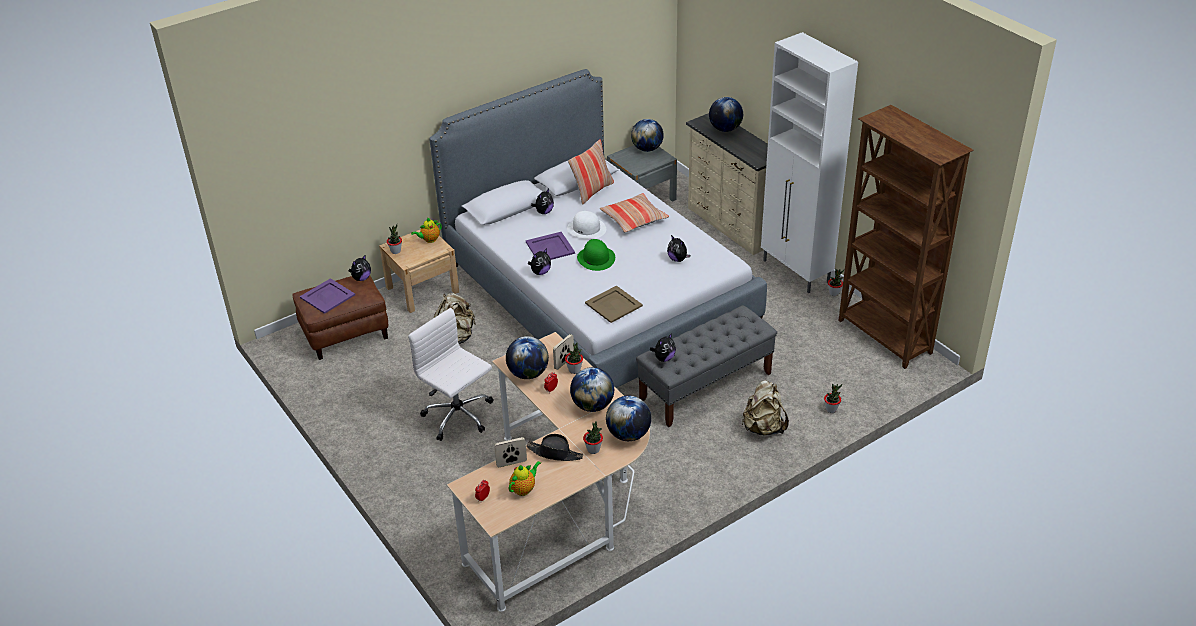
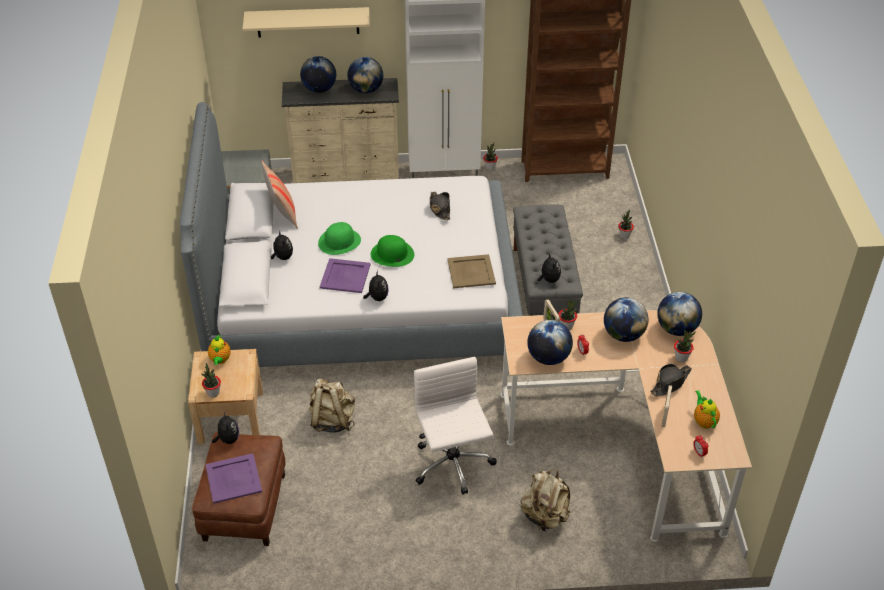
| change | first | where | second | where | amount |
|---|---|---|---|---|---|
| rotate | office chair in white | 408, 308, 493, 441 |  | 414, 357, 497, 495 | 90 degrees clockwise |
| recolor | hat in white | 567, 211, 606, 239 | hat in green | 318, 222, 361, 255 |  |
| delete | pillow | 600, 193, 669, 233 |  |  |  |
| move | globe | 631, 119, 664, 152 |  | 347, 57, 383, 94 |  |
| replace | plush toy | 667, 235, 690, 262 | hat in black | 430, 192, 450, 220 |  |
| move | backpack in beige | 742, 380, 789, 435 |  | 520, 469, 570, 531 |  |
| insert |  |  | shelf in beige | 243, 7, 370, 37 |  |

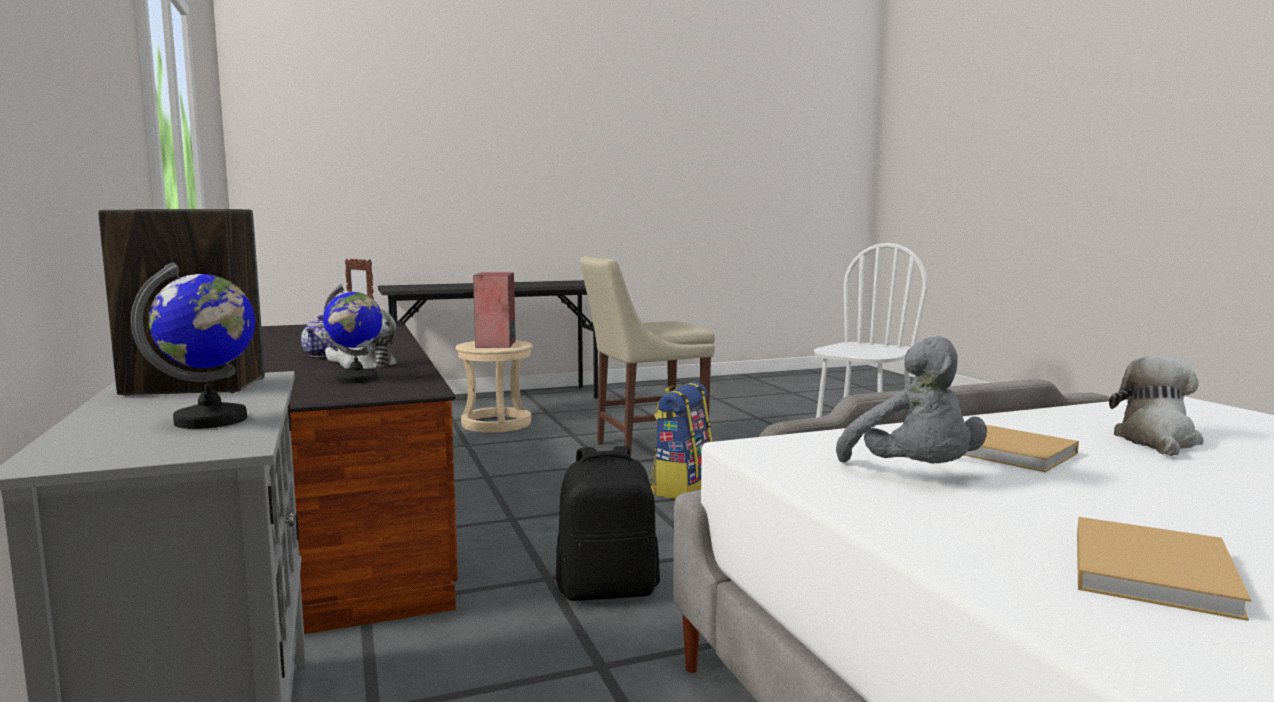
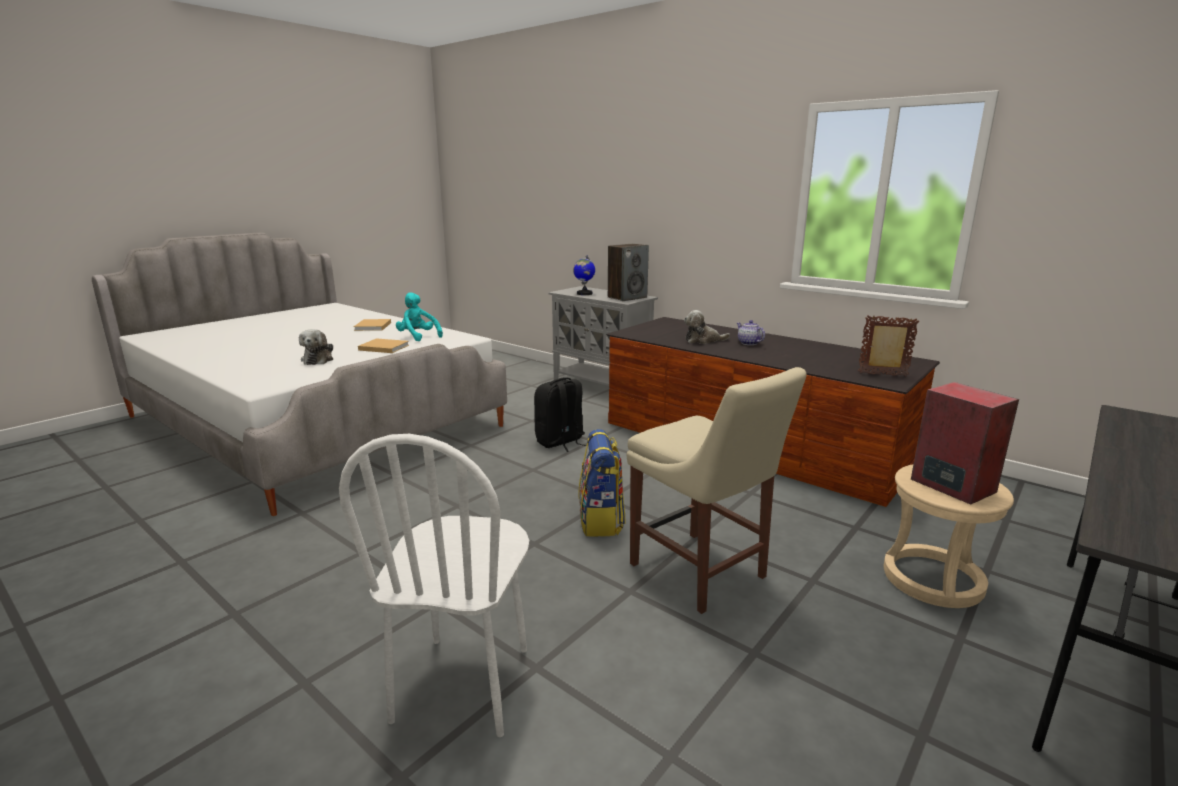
| change | first | where | second | where | amount |
|---|---|---|---|---|---|
| delete | globe | 323, 284, 383, 383 |  |  |  |
| rotate | chair in beige | 580, 256, 715, 457 |  | 627, 367, 807, 614 | 105 degrees clockwise |
| recolor | plush toy in grey | 836, 336, 987, 464 | plush toy in turquoise | 396, 292, 443, 341 |  |

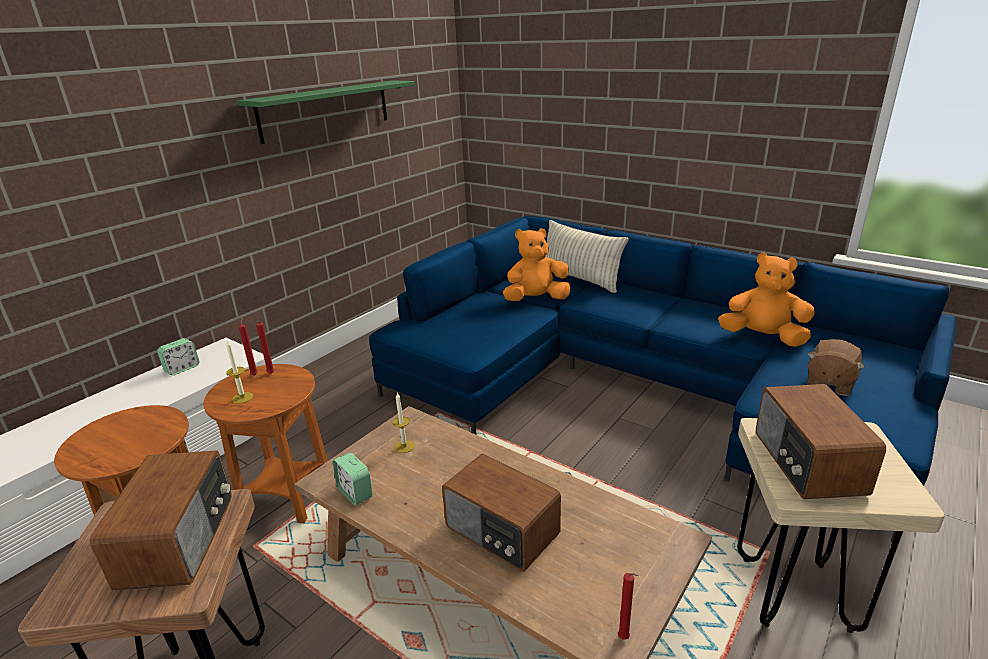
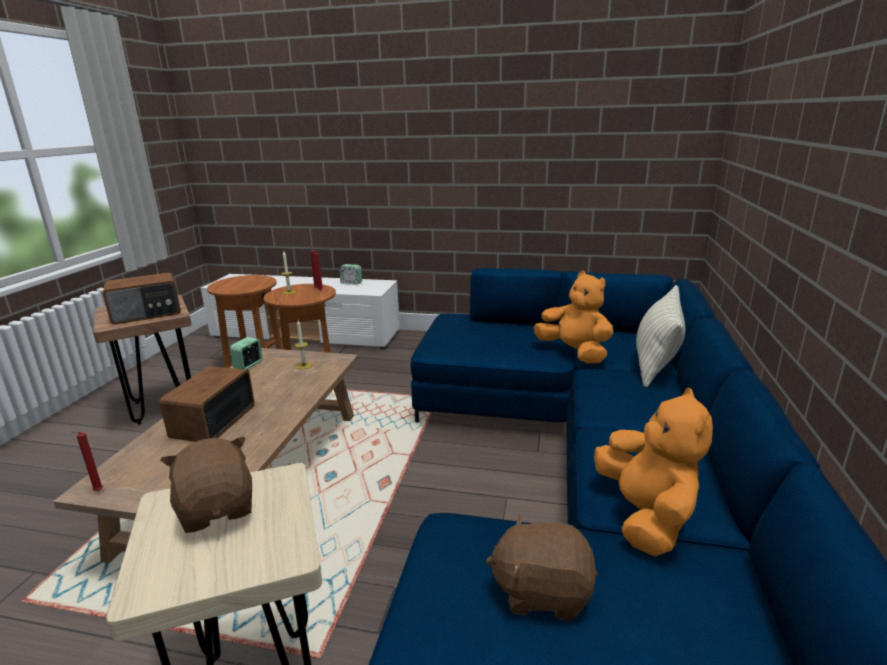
| change | first | where | second | where | amount |
|---|---|---|---|---|---|
| delete | shelf in green | 237, 80, 415, 144 |  |  |  |
| replace | radio | 756, 384, 886, 499 | plush toy in brown | 161, 436, 252, 533 |  |

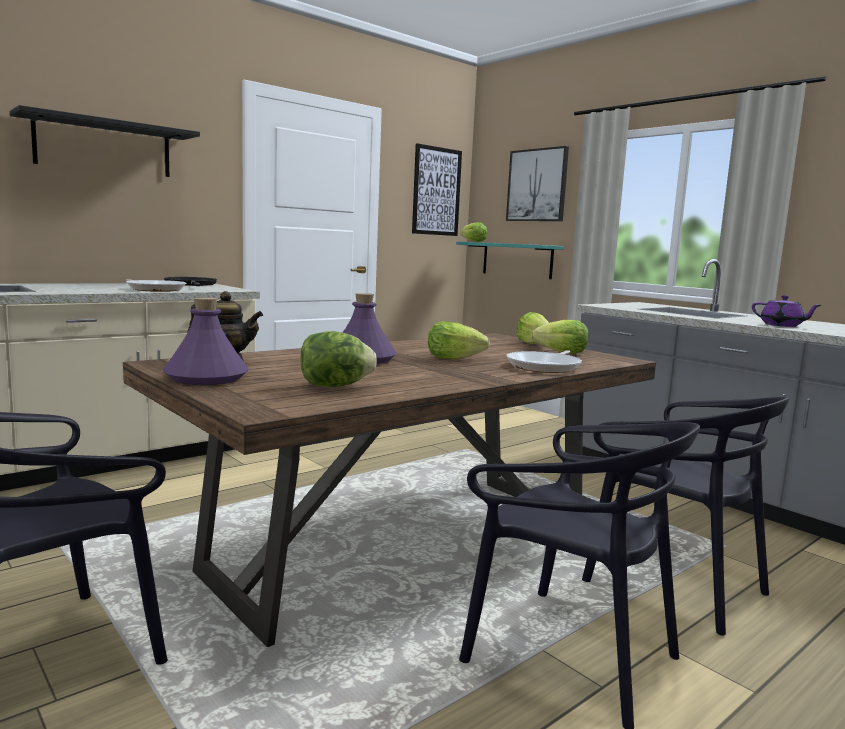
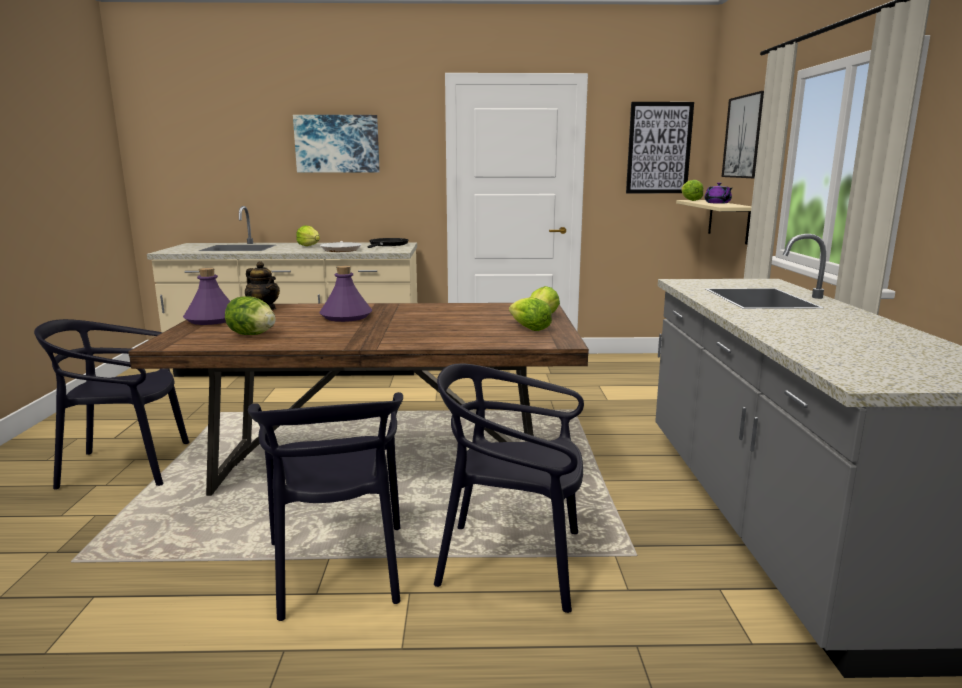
| change | first | where | second | where | amount |
|---|---|---|---|---|---|
| replace | shelf in black | 9, 105, 200, 177 | picture | 293, 115, 380, 173 |  |
| move | lettuce | 428, 321, 490, 359 |  | 296, 225, 320, 246 |  |
| recolor | shelf in turquoise | 456, 242, 564, 279 | shelf in beige | 676, 200, 752, 244 |  |
| delete | frying pan | 506, 350, 582, 373 |  |  |  |
| rotate | chair in black | 582, 397, 790, 636 |  | 434, 364, 584, 613 | 105 degrees clockwise |
| move | teapot in purple | 752, 295, 821, 327 |  | 704, 183, 732, 204 |  |

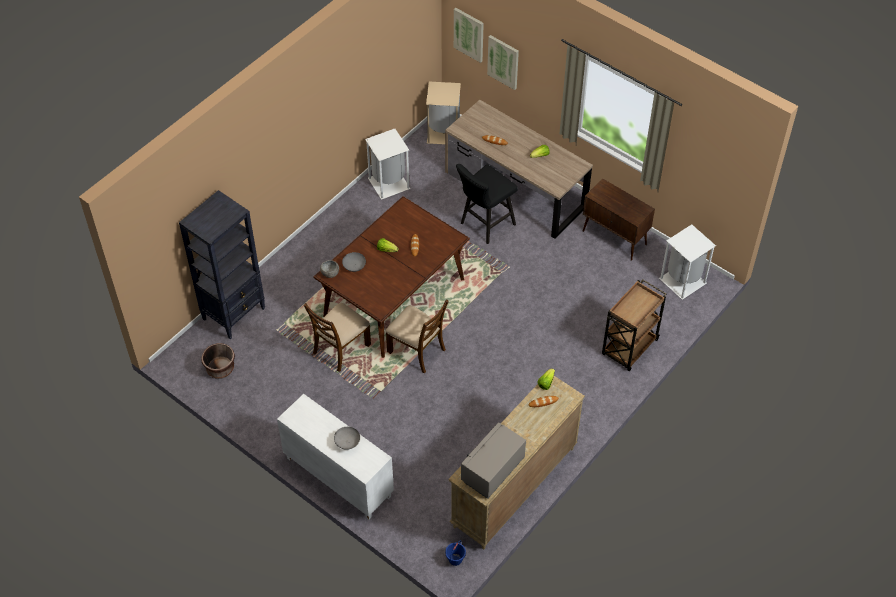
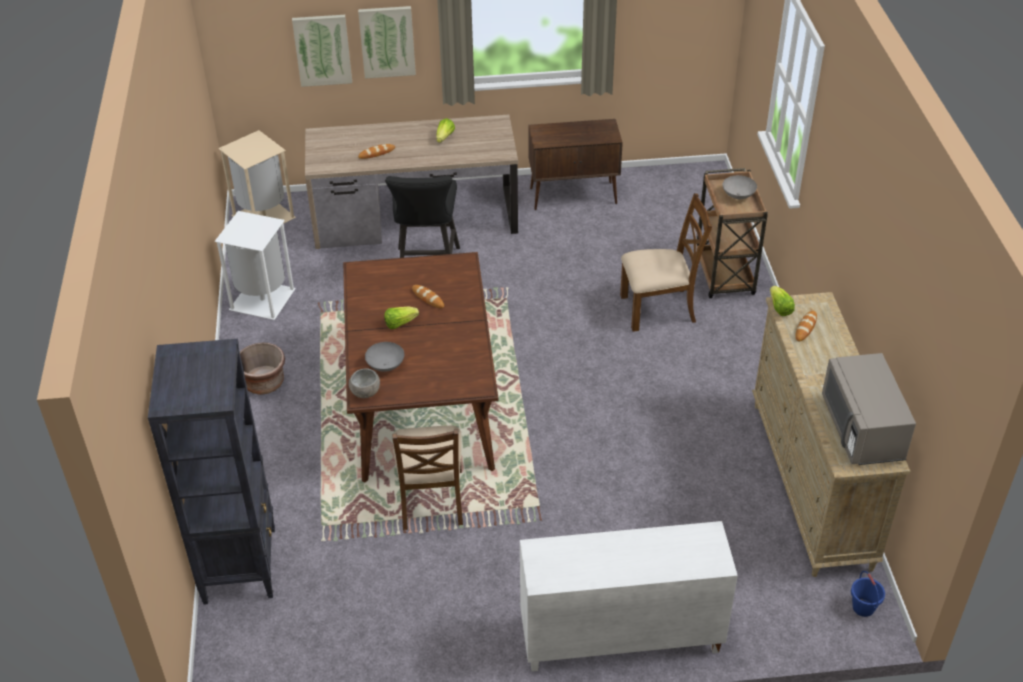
| change | first | where | second | where | amount |
|---|---|---|---|---|---|
| move | planter in brown | 201, 343, 235, 379 |  | 240, 343, 285, 395 |  |
| move | bowl in grey | 334, 427, 360, 450 |  | 722, 175, 757, 199 |  |
| move | chair in brown | 386, 299, 449, 373 |  | 620, 193, 712, 332 |  |
| move | picture | 454, 8, 484, 63 |  | 358, 6, 416, 79 |  |
| delete | trash can in white | 659, 224, 716, 300 |  |  |  |

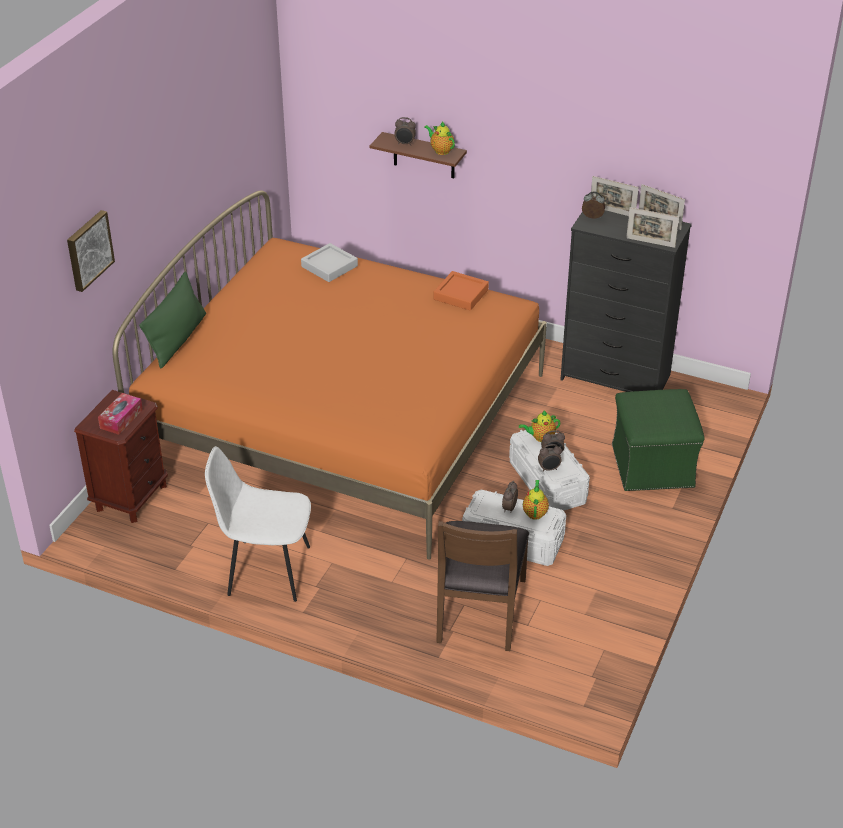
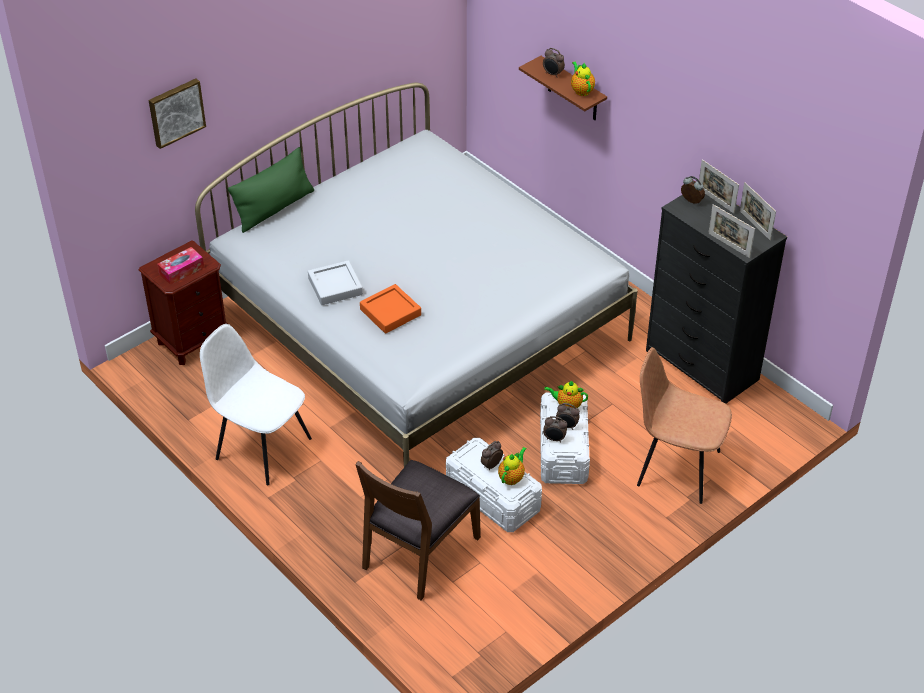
| change | first | where | second | where | amount |
|---|---|---|---|---|---|
| recolor | bed in orange | 112, 190, 547, 559 | bed in white | 195, 83, 638, 467 |  |
| move | tray in grey | 301, 243, 358, 282 |  | 308, 260, 363, 305 |  |
| move | tray in orange | 434, 271, 489, 310 |  | 360, 284, 421, 334 |  |
| replace | ottoman in green | 612, 389, 705, 491 | chair in brown | 637, 347, 732, 504 |  |

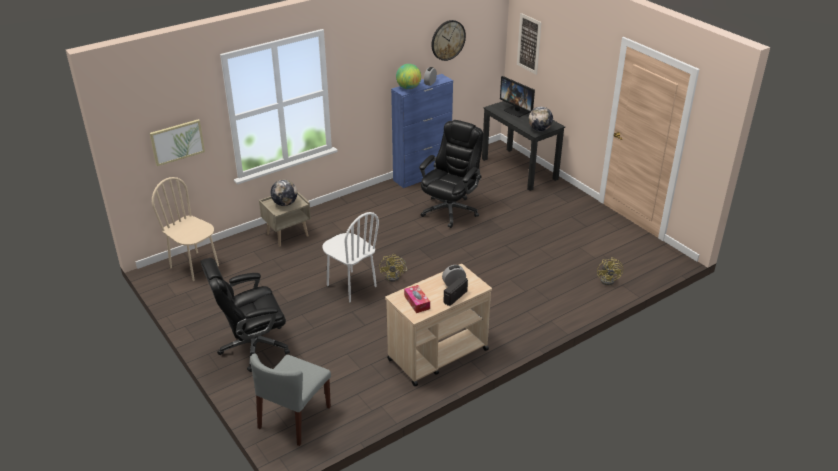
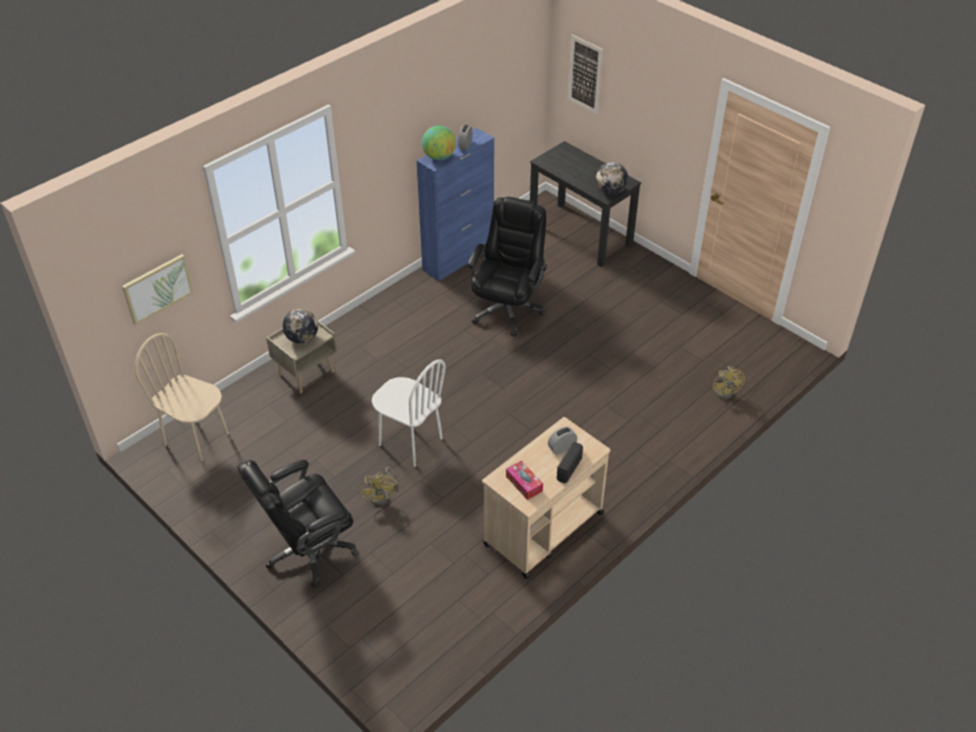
| change | first | where | second | where | amount |
|---|---|---|---|---|---|
| delete | chair in grey | 250, 354, 331, 446 |  |  |  |
| move | fan in yellow | 379, 254, 407, 282 |  | 361, 467, 397, 505 |  |
| delete | wall clock | 432, 20, 466, 61 |  |  |  |
| delete | monitor | 500, 76, 535, 117 |  |  |  |

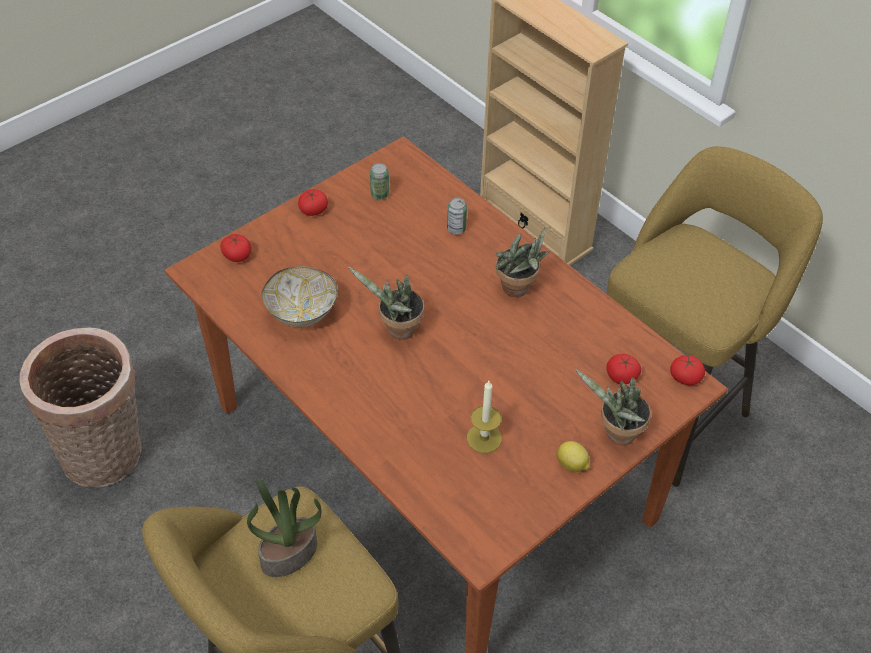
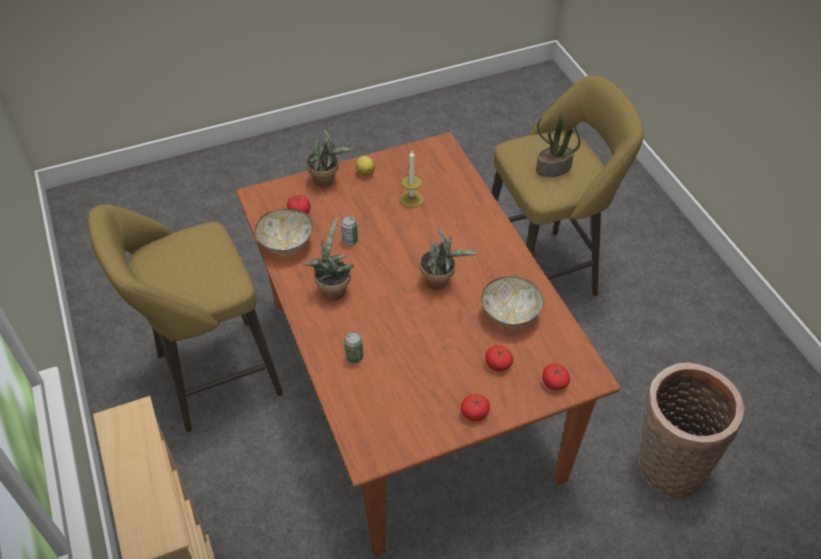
| change | first | where | second | where | amount |
|---|---|---|---|---|---|
| move | can | 370, 163, 389, 199 |  | 341, 216, 358, 245 |  |
| move | tomato | 670, 355, 705, 385 |  | 485, 346, 513, 371 |  |
| insert |  |  | bowl | 255, 209, 313, 255 |  |

